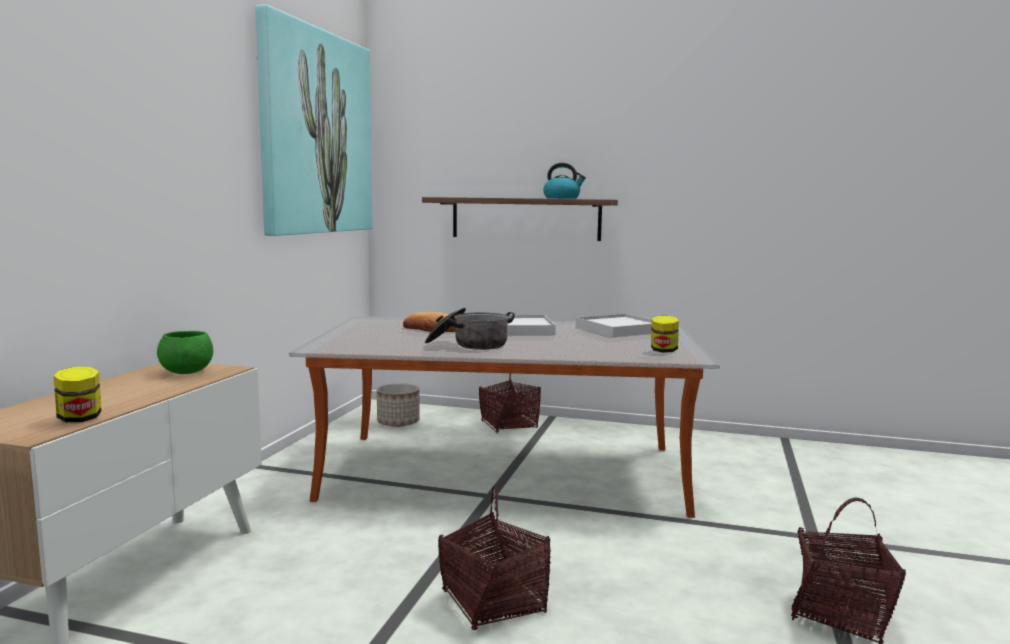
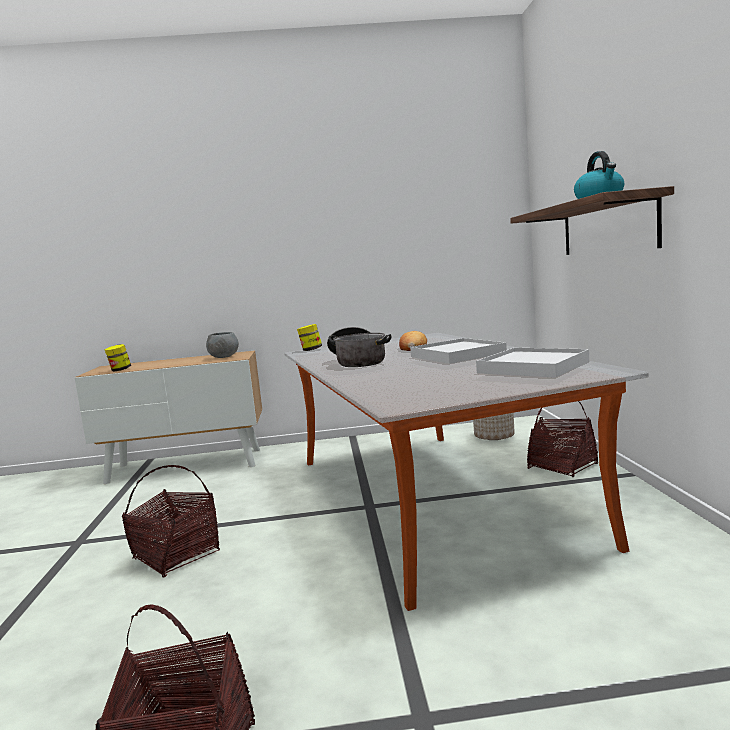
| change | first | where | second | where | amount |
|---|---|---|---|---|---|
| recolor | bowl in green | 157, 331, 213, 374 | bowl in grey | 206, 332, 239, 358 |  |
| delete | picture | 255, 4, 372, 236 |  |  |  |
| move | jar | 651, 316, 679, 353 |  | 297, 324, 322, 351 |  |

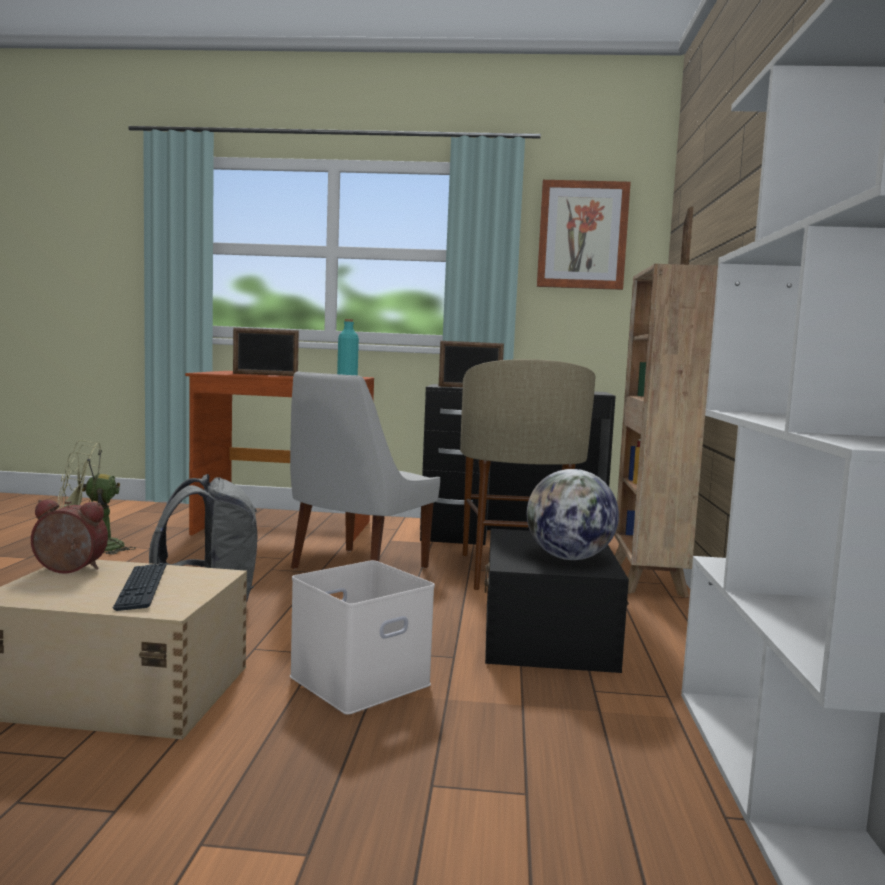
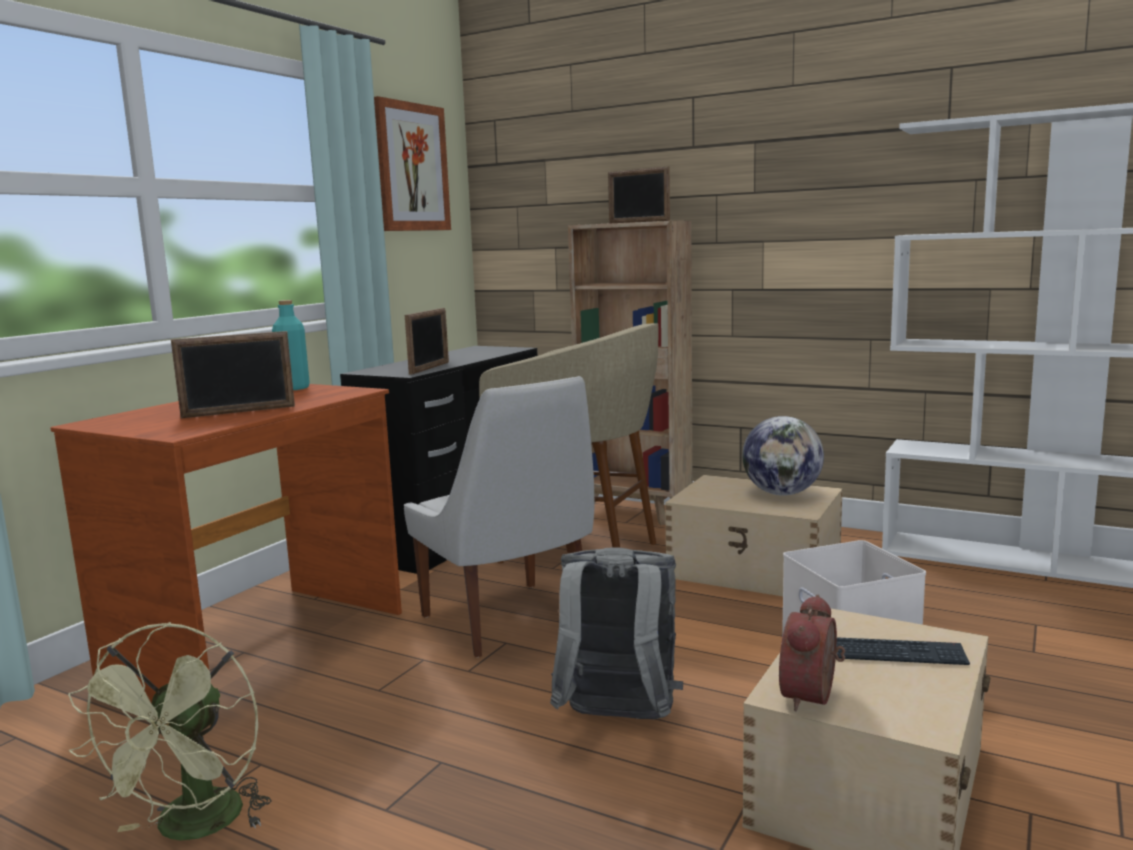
| change | first | where | second | where | amount |
|---|---|---|---|---|---|
| rotate | picture frame | 233, 328, 299, 376 |  | 171, 331, 295, 419 | 45 degrees clockwise |
| recolor | storage box in black | 484, 529, 629, 673 | storage box in beige | 665, 475, 843, 596 |  |

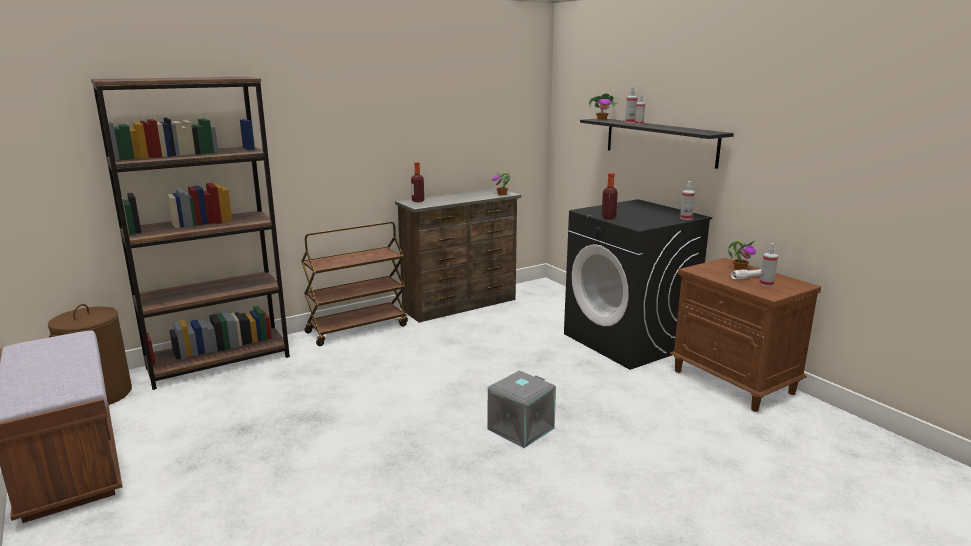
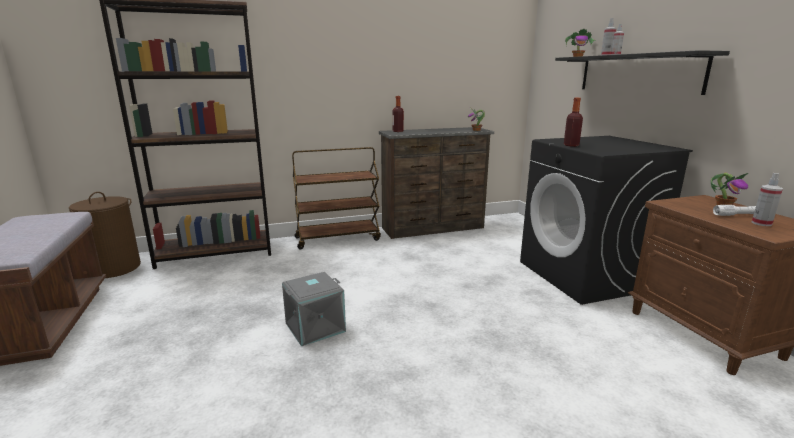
| change | first | where | second | where | amount |
|---|---|---|---|---|---|
| move | storage box in grey | 488, 370, 556, 448 |  | 282, 272, 346, 346 |  |
| delete | spray bottle | 680, 181, 695, 220 |  |  |  |

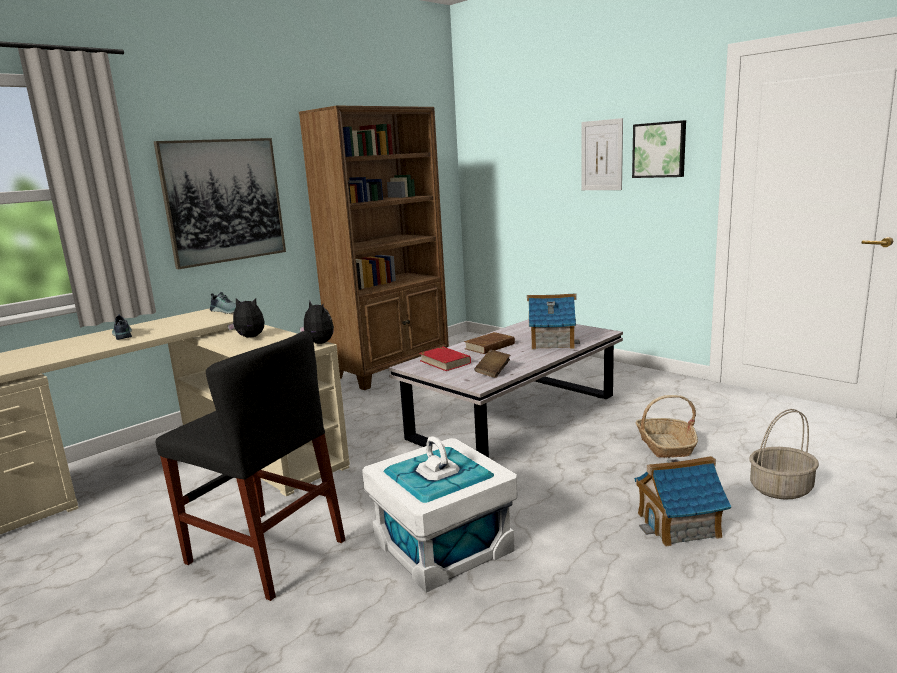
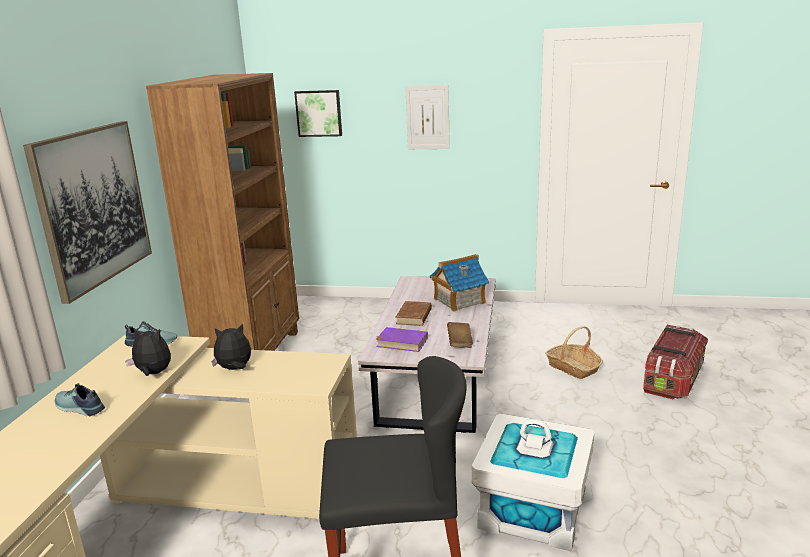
| change | first | where | second | where | amount |
|---|---|---|---|---|---|
| move | plush toy | 300, 301, 334, 344 |  | 125, 328, 171, 376 |  |
| recolor | book in red | 419, 347, 471, 371 | book in purple | 376, 327, 428, 352 |  |
| move | picture | 632, 120, 686, 178 |  | 294, 90, 342, 137 |  |
| delete | toy house | 634, 456, 731, 547 |  |  |  |
| replace | basket | 749, 409, 819, 499 | storage box | 643, 325, 708, 399 |  |

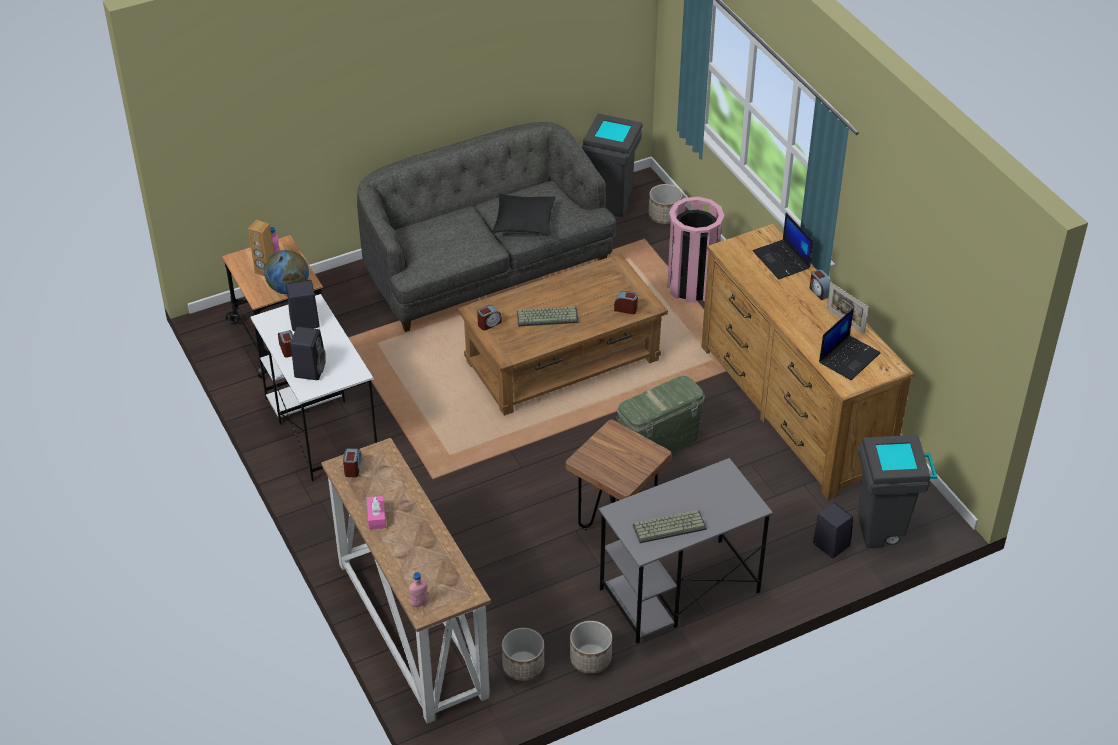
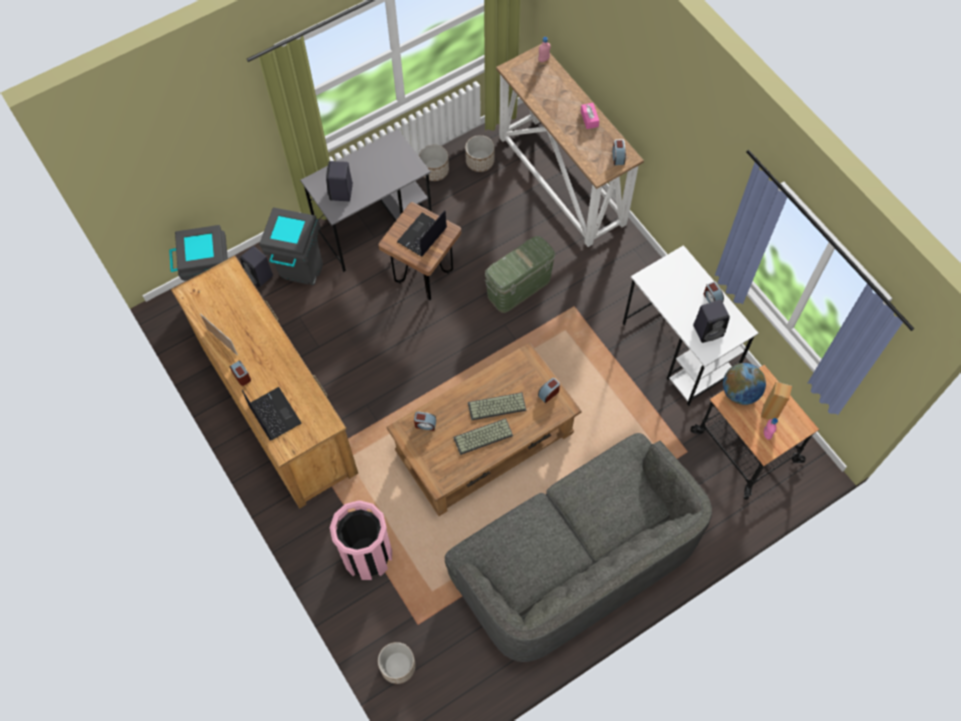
| change | first | where | second | where | amount |
|---|---|---|---|---|---|
| move | speaker in black | 290, 327, 326, 380 |  | 326, 161, 353, 201 |  |
| delete | pillow in black | 492, 194, 556, 235 |  |  |  |
| move | trash can in grey | 582, 114, 642, 217 |  | 259, 207, 323, 285 |  |
| move | storage box in green | 616, 375, 705, 453 |  | 485, 236, 555, 313 |  |
| move | keyboard | 633, 510, 707, 543 |  | 453, 418, 513, 455 |  |
| move | laptop | 819, 308, 881, 380 |  | 397, 210, 447, 256 |  |

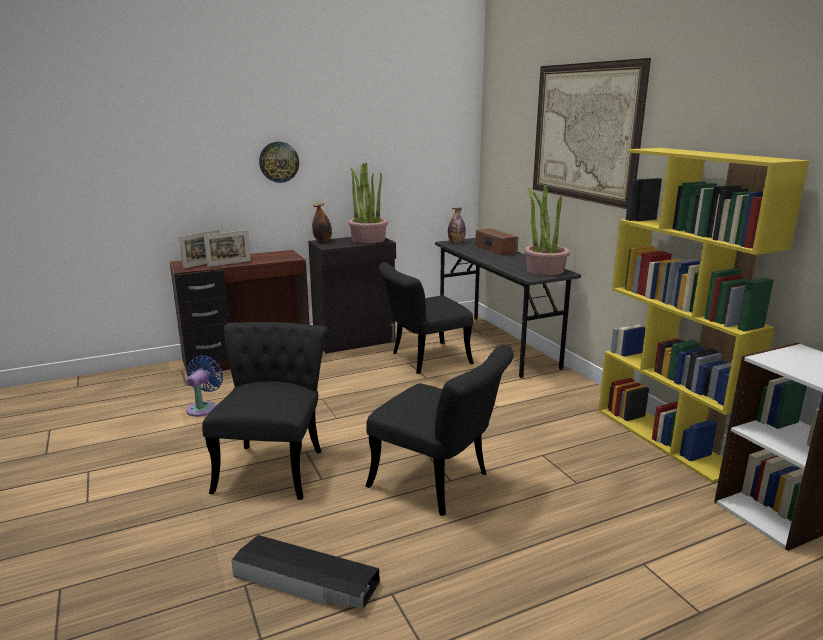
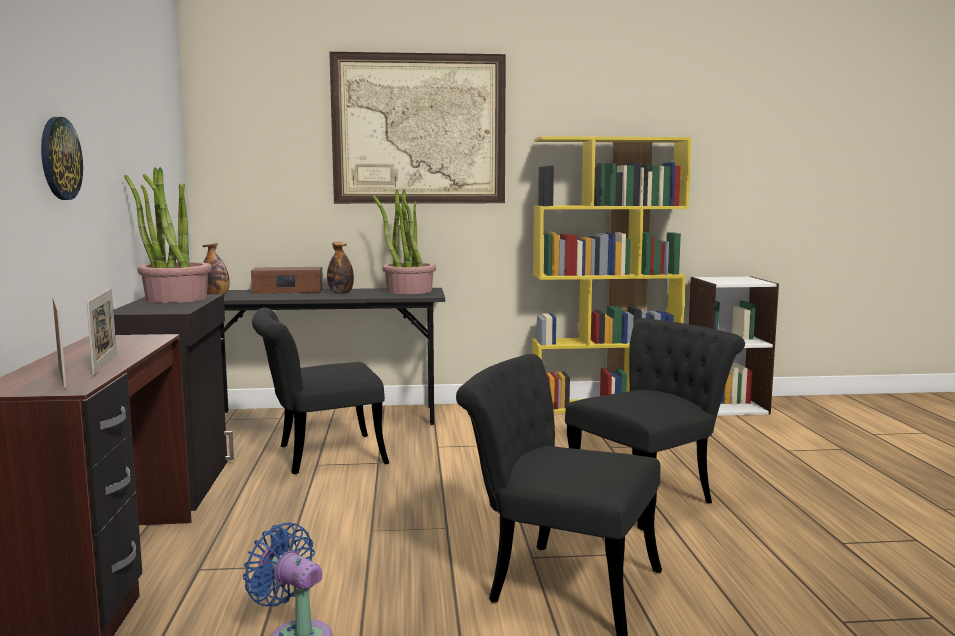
| change | first | where | second | where | amount |
|---|---|---|---|---|---|
| delete | storage box in black | 232, 535, 379, 609 |  |  |  |
| move | bottle | 312, 203, 332, 242 |  | 327, 242, 354, 294 |  |
| rotate | chair in black | 378, 262, 474, 374 |  | 252, 307, 389, 474 | 75 degrees clockwise |

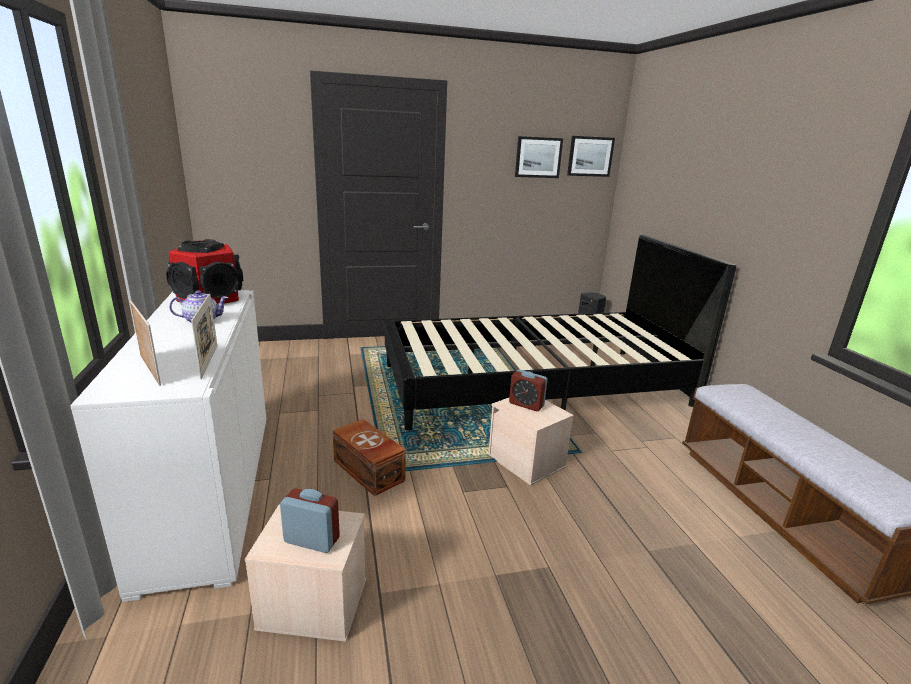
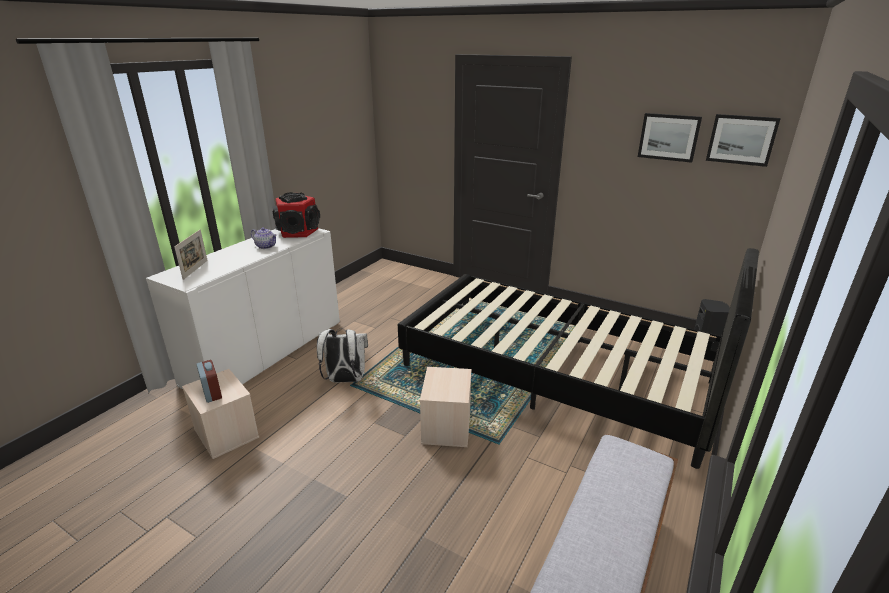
| change | first | where | second | where | amount |
|---|---|---|---|---|---|
| delete | picture frame | 191, 294, 217, 379 |  |  |  |
| replace | storage box in brown | 332, 419, 406, 496 | backpack in white | 317, 328, 368, 383 |  |
| delete | alarm clock | 509, 370, 548, 411 |  |  |  |

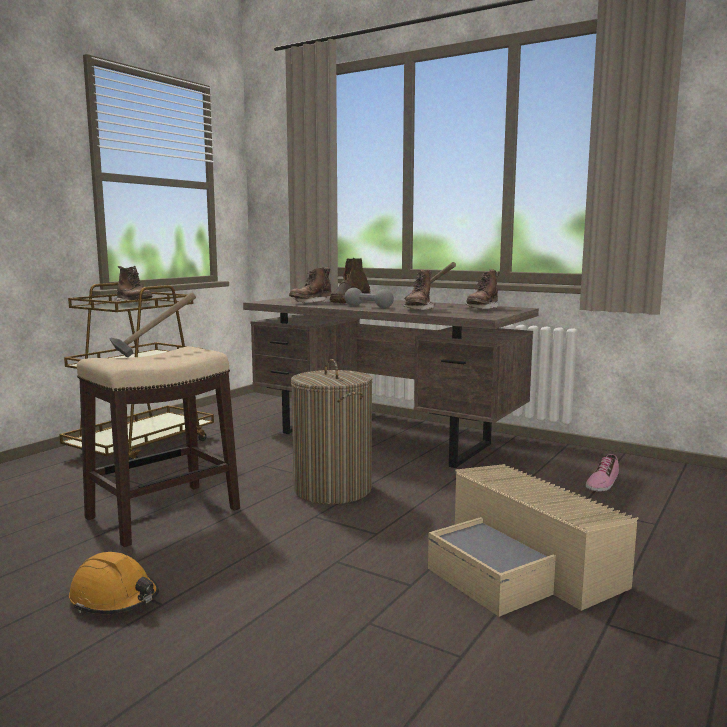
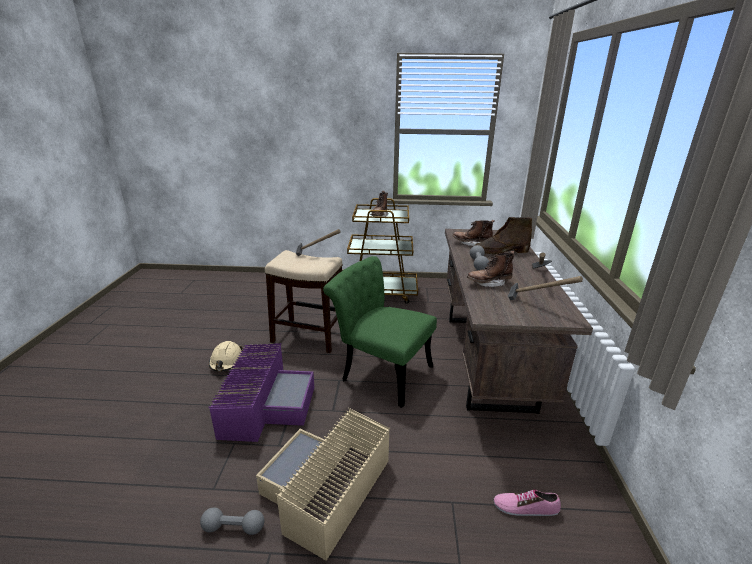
| change | first | where | second | where | amount |
|---|---|---|---|---|---|
| recolor | hard hat in orange | 69, 552, 159, 614 | hard hat in beige | 209, 341, 243, 371 |  |
| replace | laundry basket | 291, 359, 373, 504 | chair in green | 323, 256, 437, 408 |  |
| replace | boot in brown | 465, 270, 500, 309 | hammer | 508, 276, 583, 300 |  |
| insert |  |  | dumbbell in grey | 200, 507, 264, 535 |  |
| insert |  |  | storage box in purple | 208, 343, 315, 442 |  |

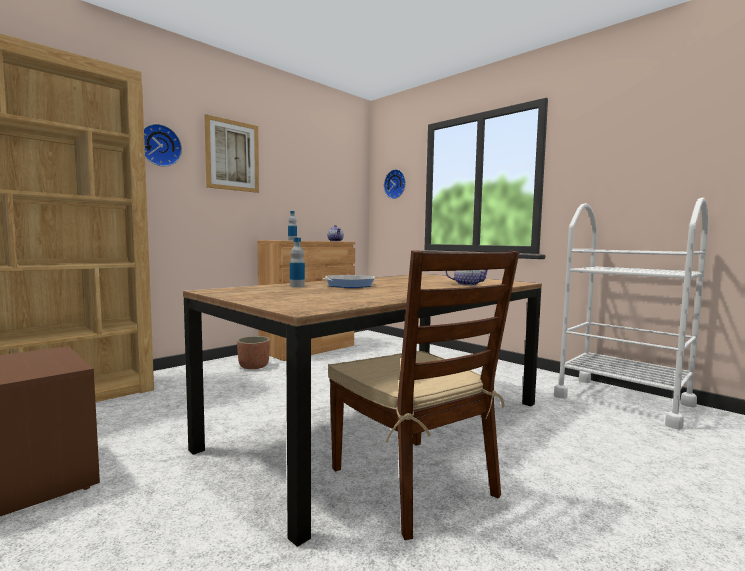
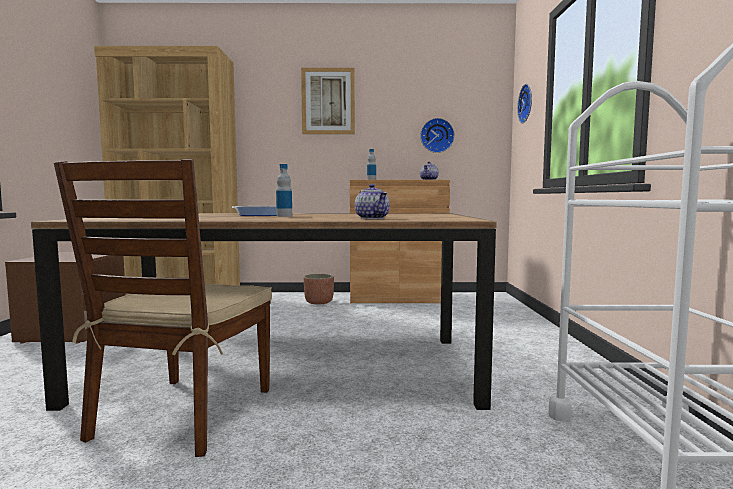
| change | first | where | second | where | amount |
|---|---|---|---|---|---|
| move | wall clock | 144, 124, 182, 167 |  | 420, 118, 455, 153 |  |
| move | bottle | 290, 238, 305, 288 |  | 276, 164, 292, 217 |  |

